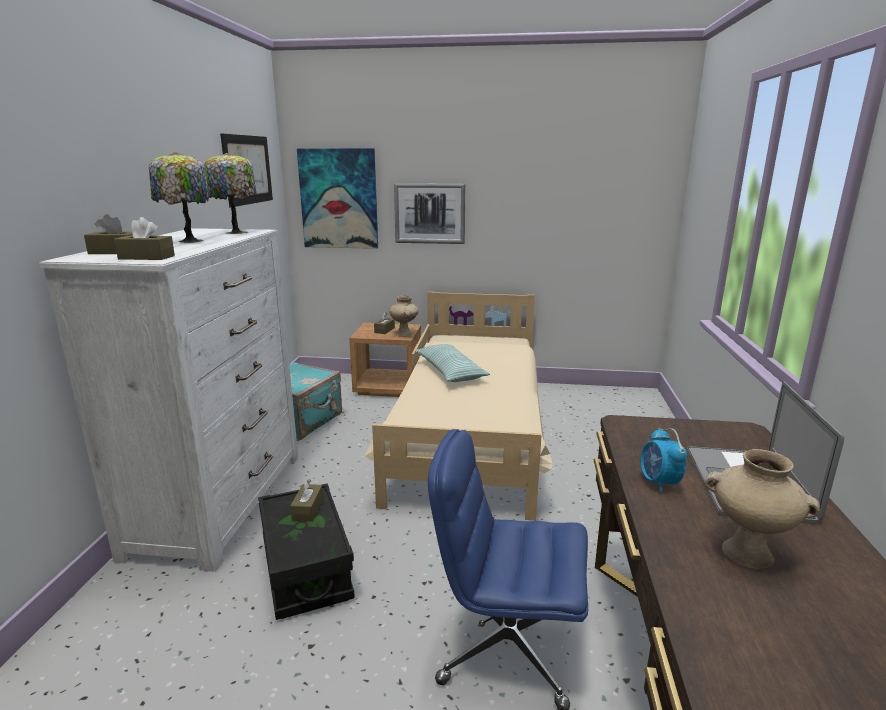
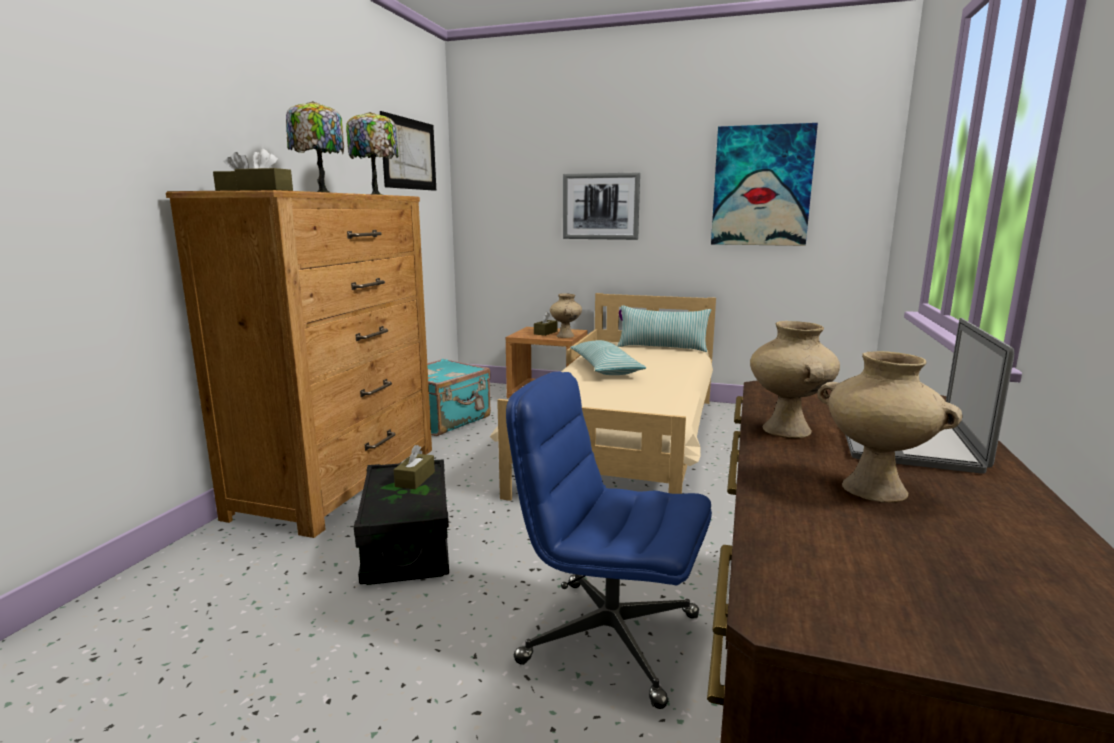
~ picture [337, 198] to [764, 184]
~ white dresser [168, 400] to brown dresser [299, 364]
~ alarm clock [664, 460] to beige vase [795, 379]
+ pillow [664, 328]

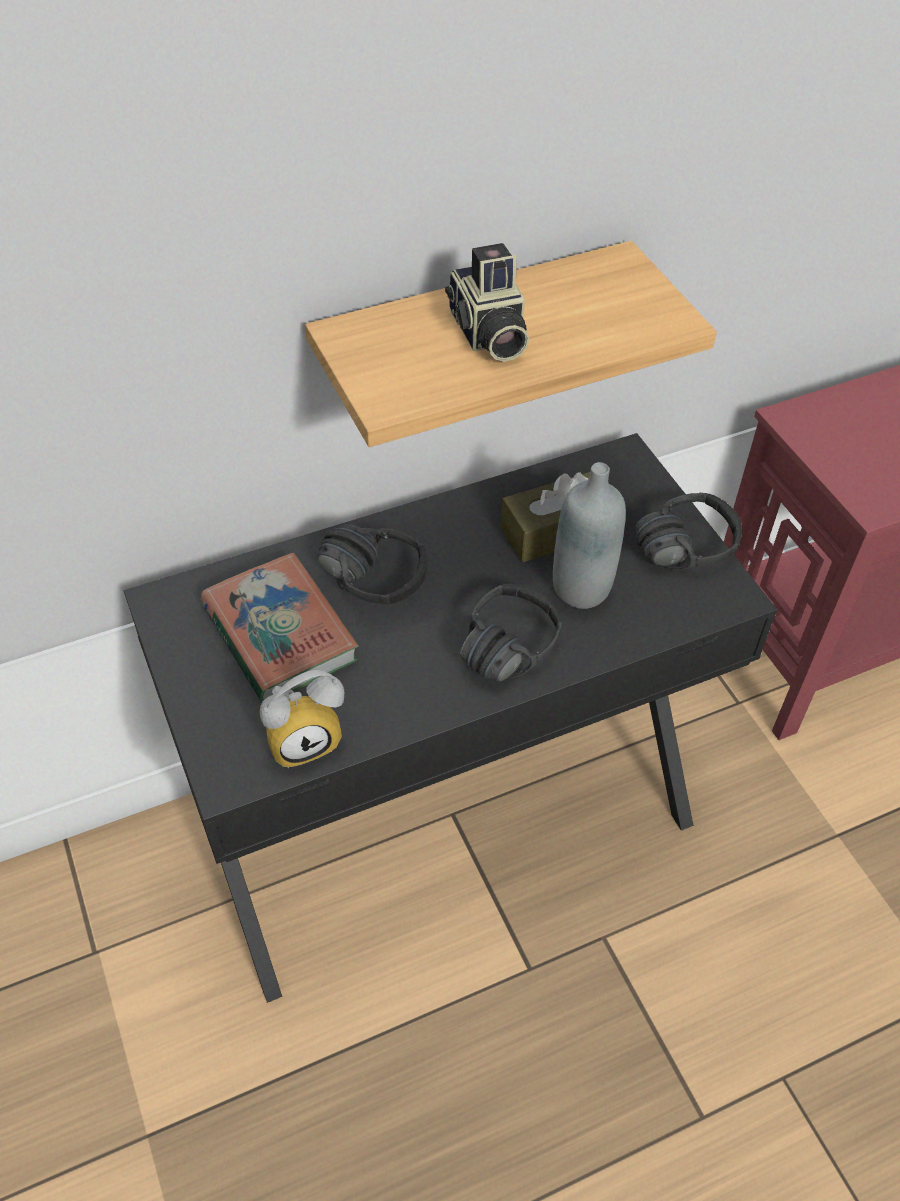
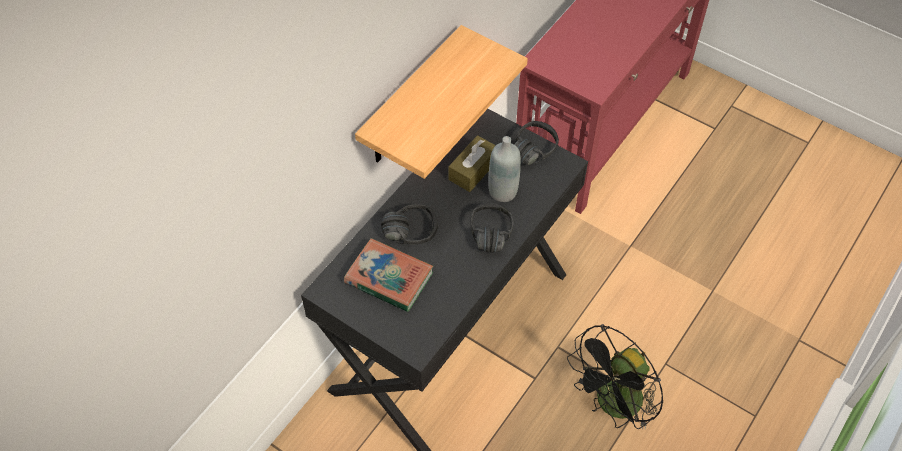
- photo camera [487, 302]
- alarm clock [302, 719]
+ black fan [615, 376]

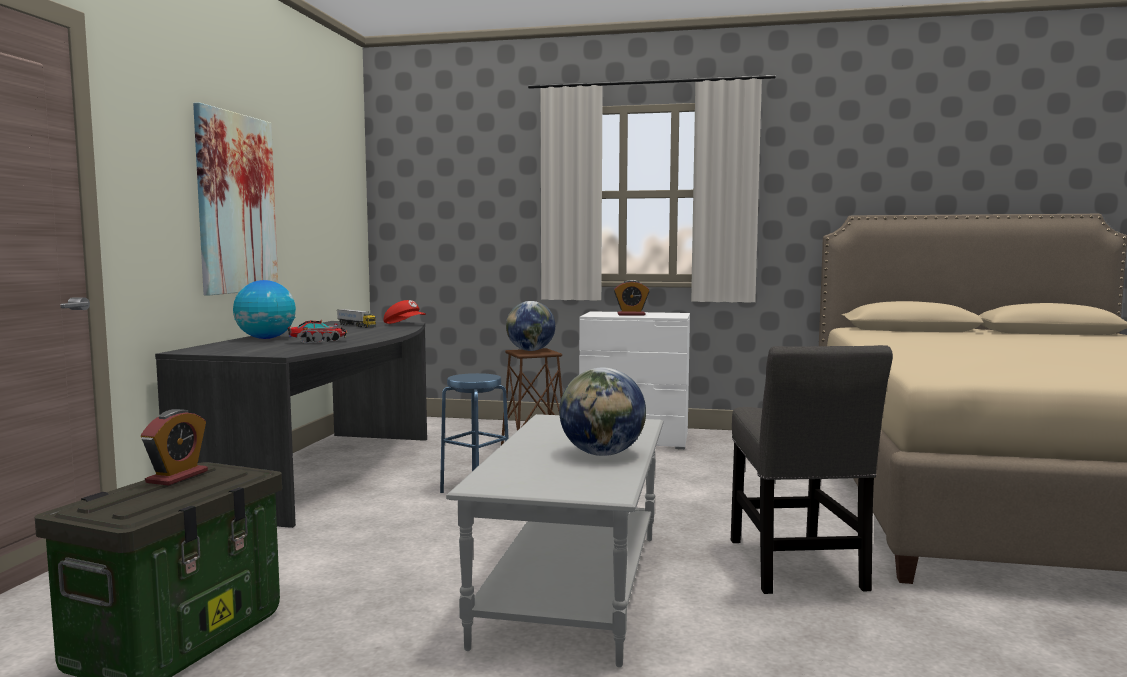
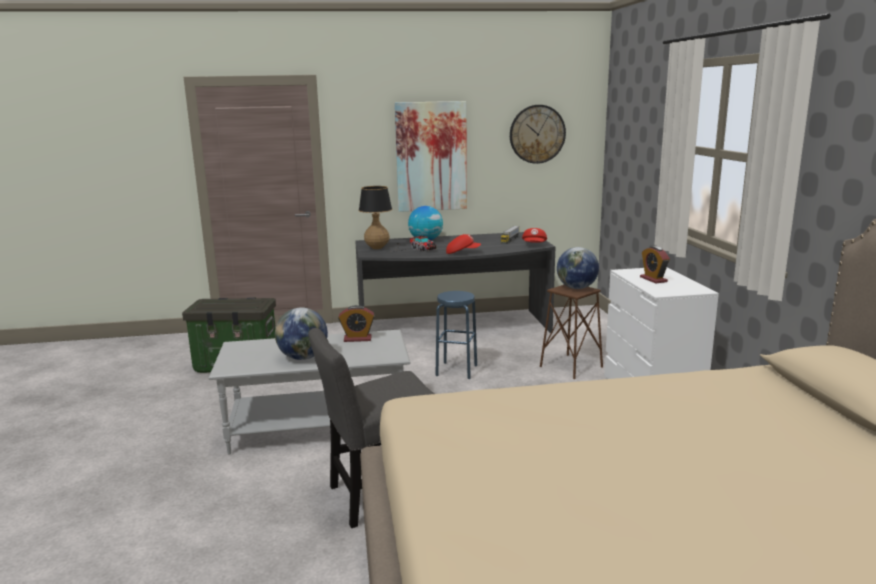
~ alarm clock [174, 447] to [356, 323]
+ wall clock [538, 134]
+ table lamp [381, 218]
+ red cap [463, 244]

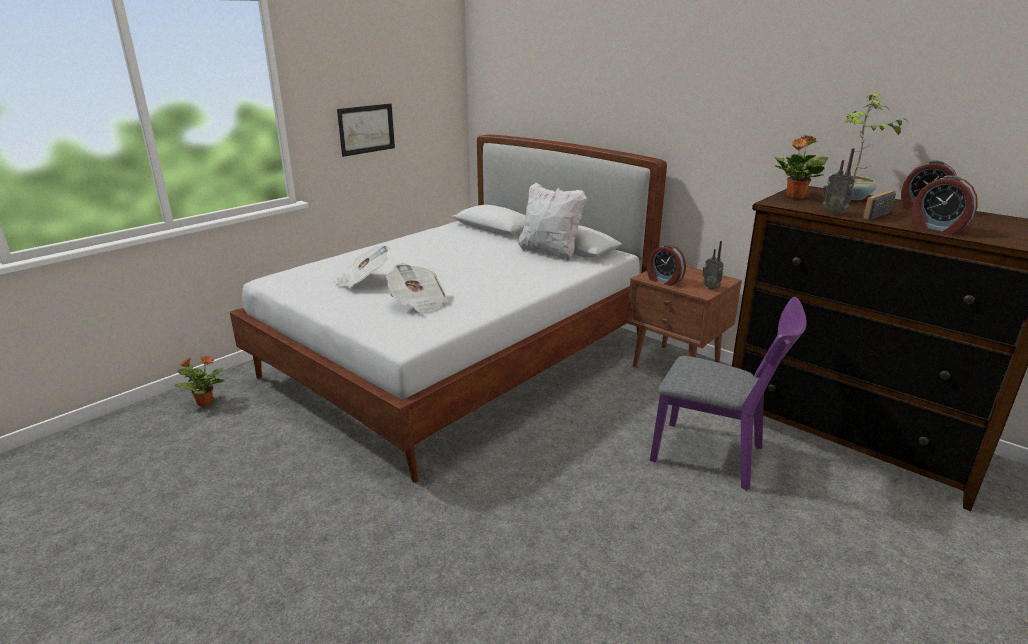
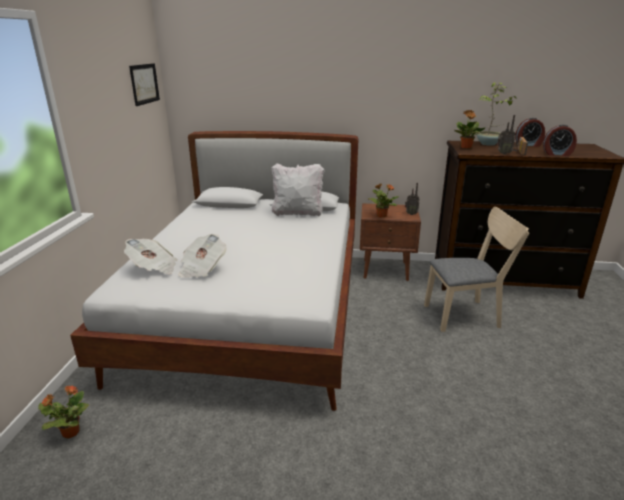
~ picture [366, 130] to [144, 84]
~ alarm clock [666, 265] to potted plant [383, 200]
~ newspaper [417, 289] to [150, 256]
~ purple chair [728, 394] to beige chair [476, 269]

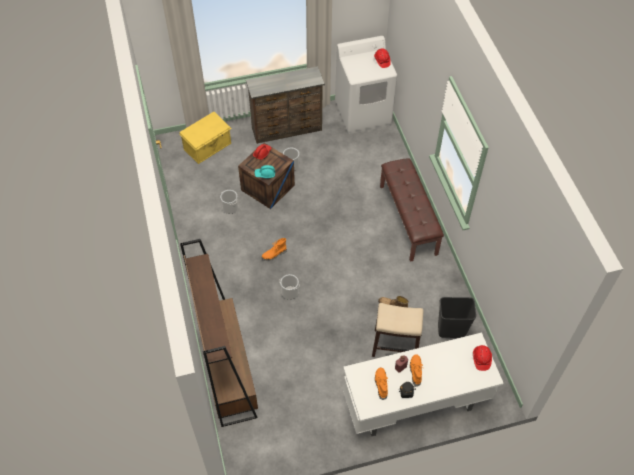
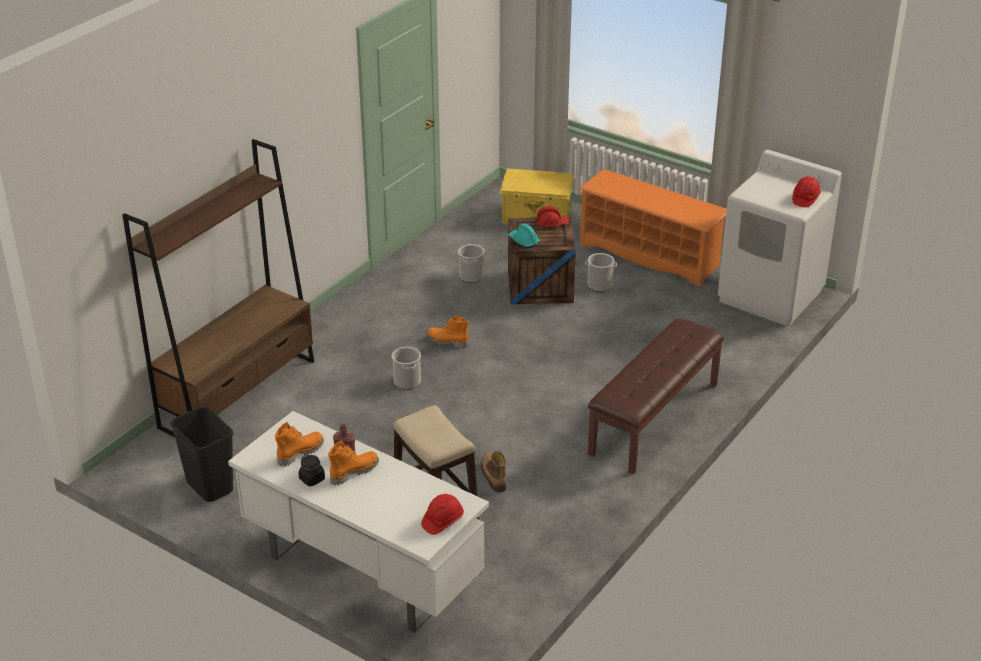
~ brown dresser [285, 105] to orange shoe rack [653, 227]
~ black trash can [457, 317] to [202, 454]

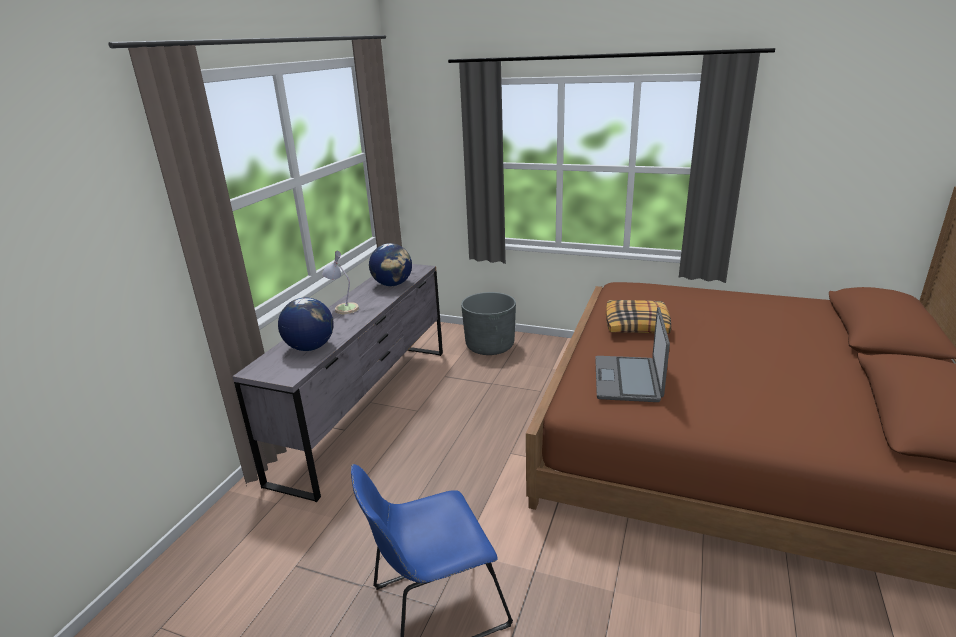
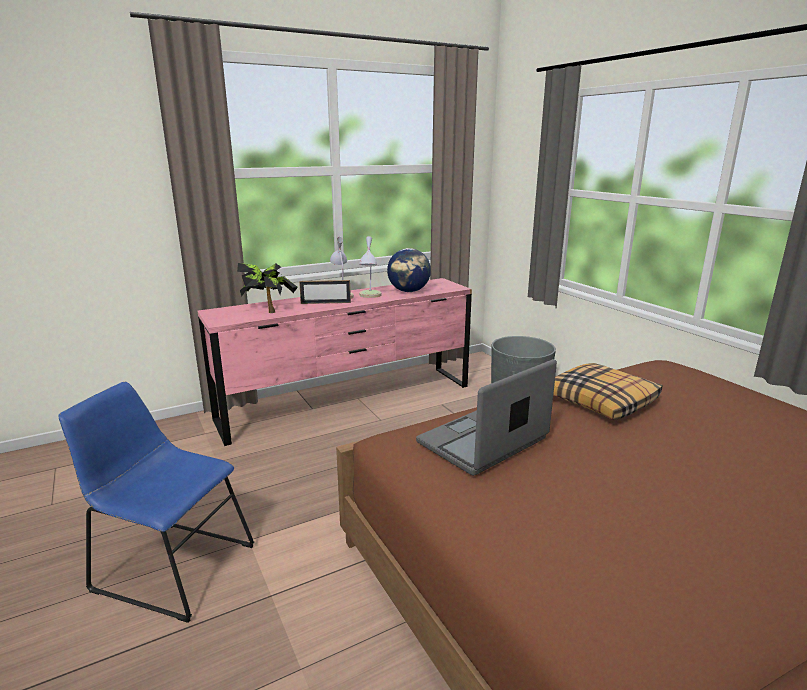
~ grey dresser [338, 383] to pink dresser [335, 362]
~ globe [306, 324] to potted plant [267, 288]
+ table lamp [370, 267]
+ picture frame [325, 292]

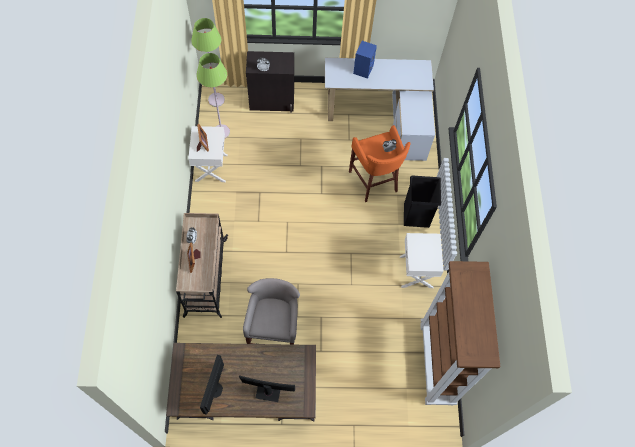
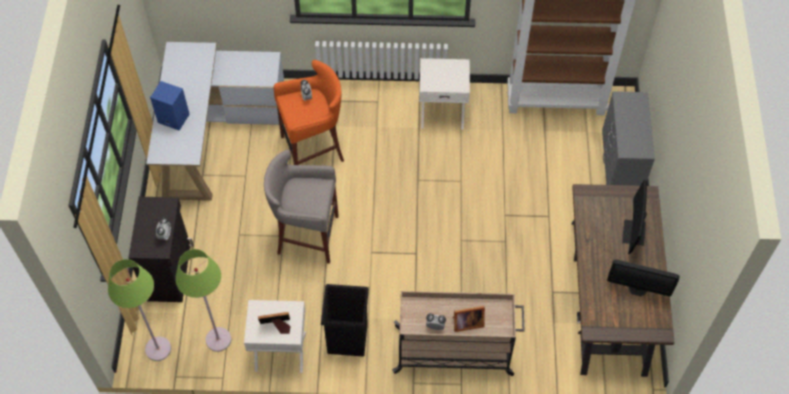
~ black trash can [422, 201] to [345, 320]
~ grey stool [271, 311] to [301, 207]
+ grey dresser [628, 138]

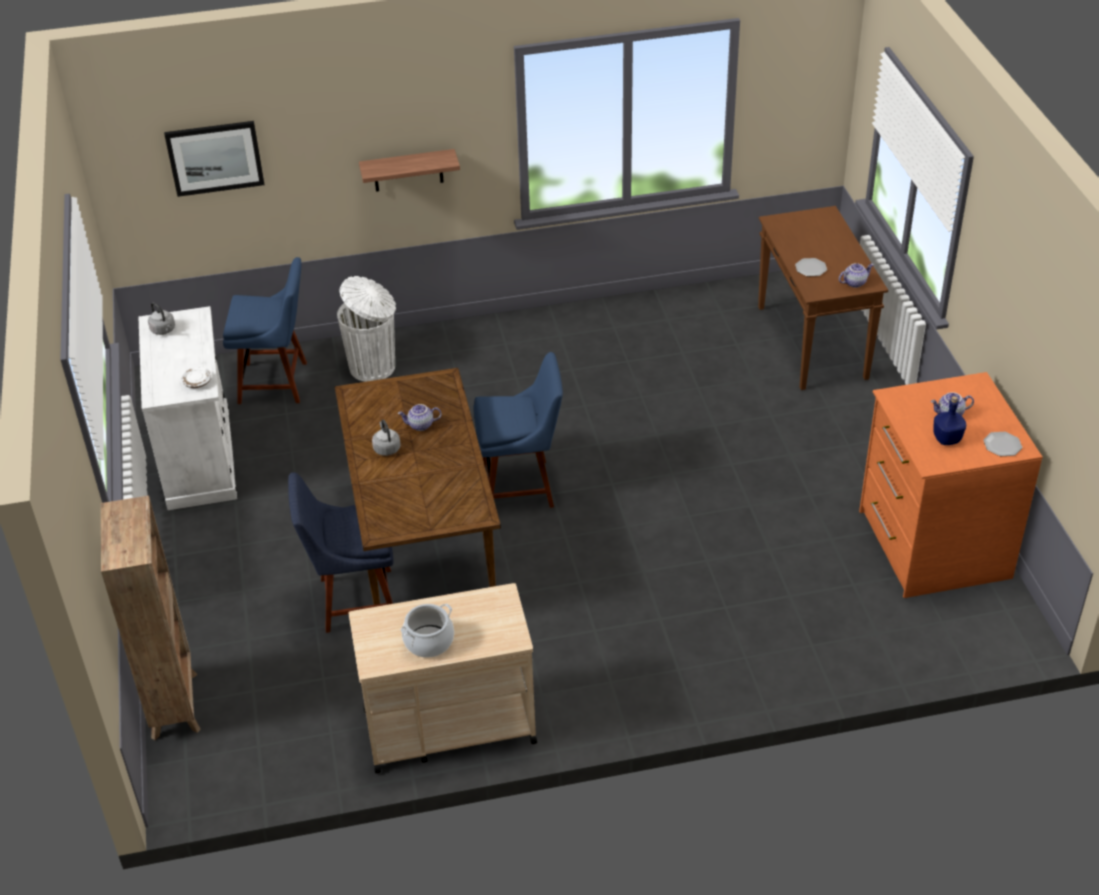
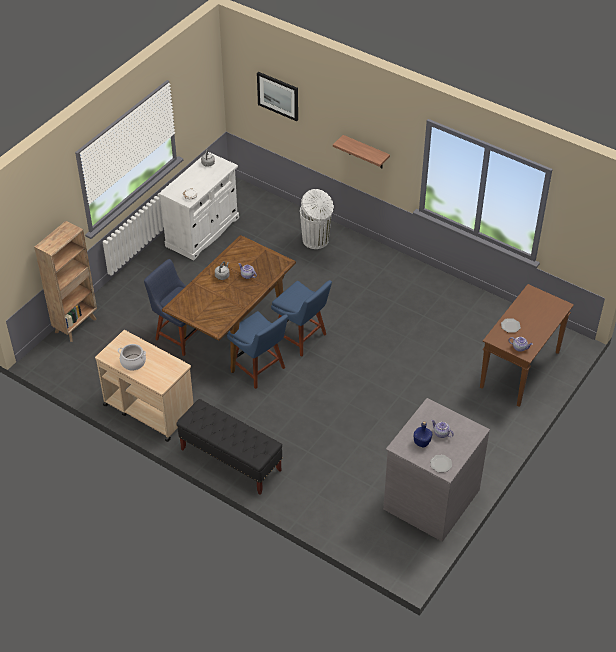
~ blue chair [265, 330] to [257, 350]
~ orange dresser [951, 485] to grey dresser [436, 470]
+ black bench [230, 447]

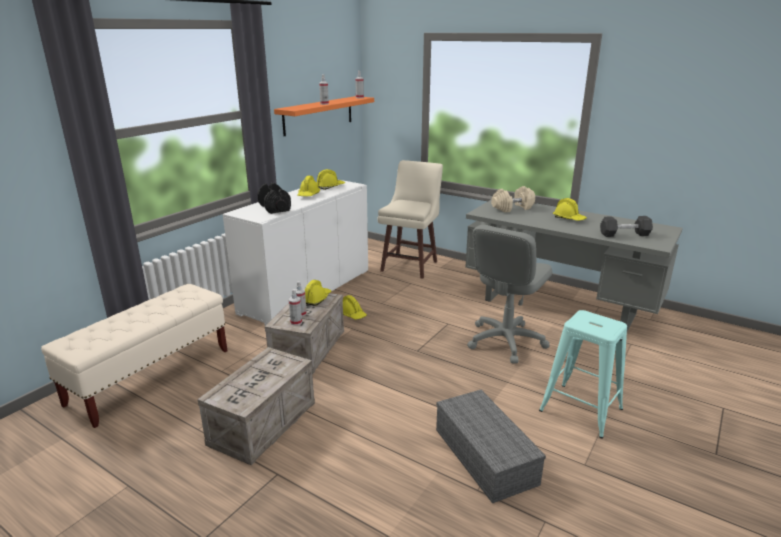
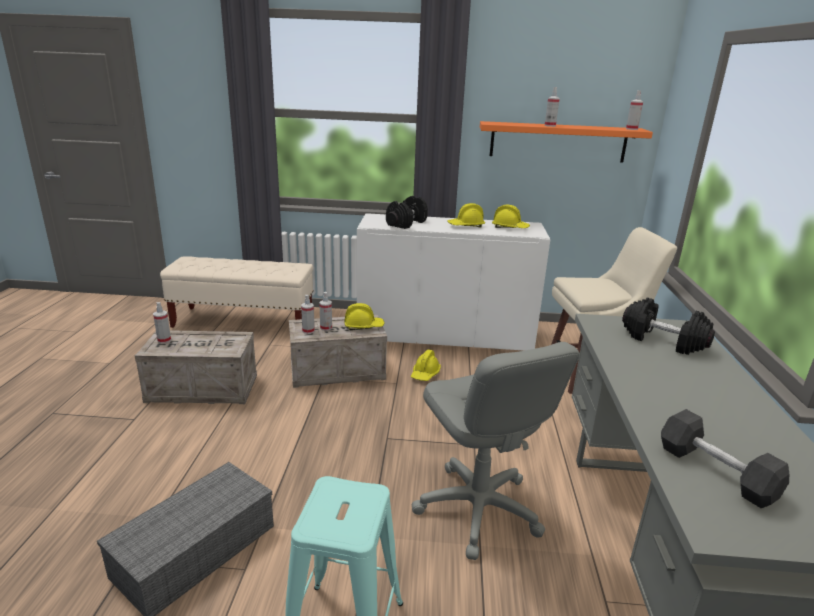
~ beige dumbbell [513, 199] to black dumbbell [668, 326]
- yellow hard hat [570, 209]
~ grey office chair [509, 294] = [496, 451] 120 degrees counterclockwise
+ spray bottle [162, 322]

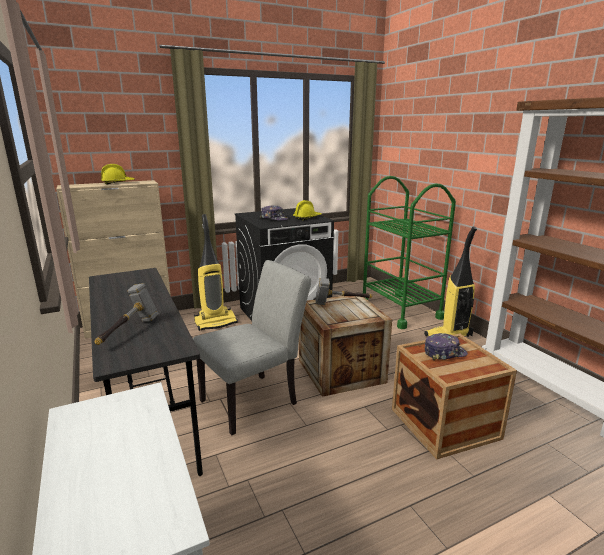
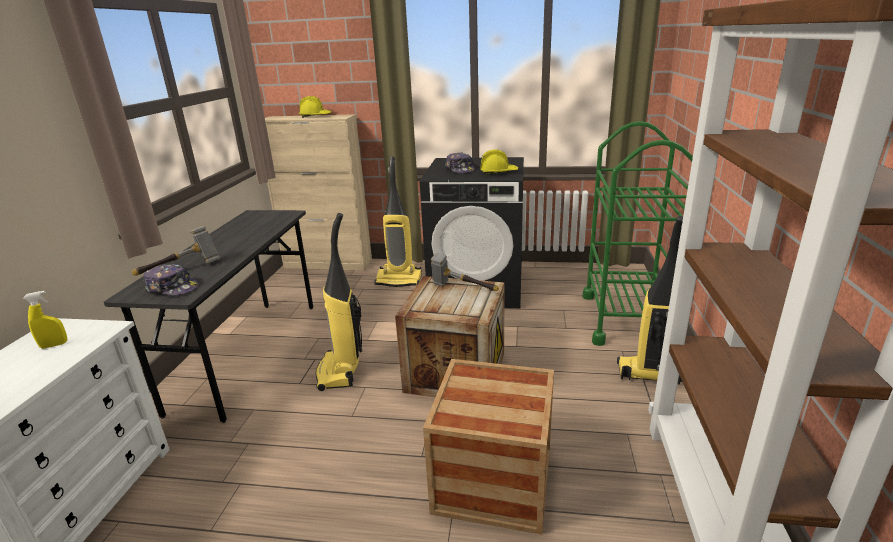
~ grey chair [252, 347] to vacuum cleaner [339, 302]
~ cap [446, 346] to [171, 279]
+ yellow spray bottle [45, 320]

